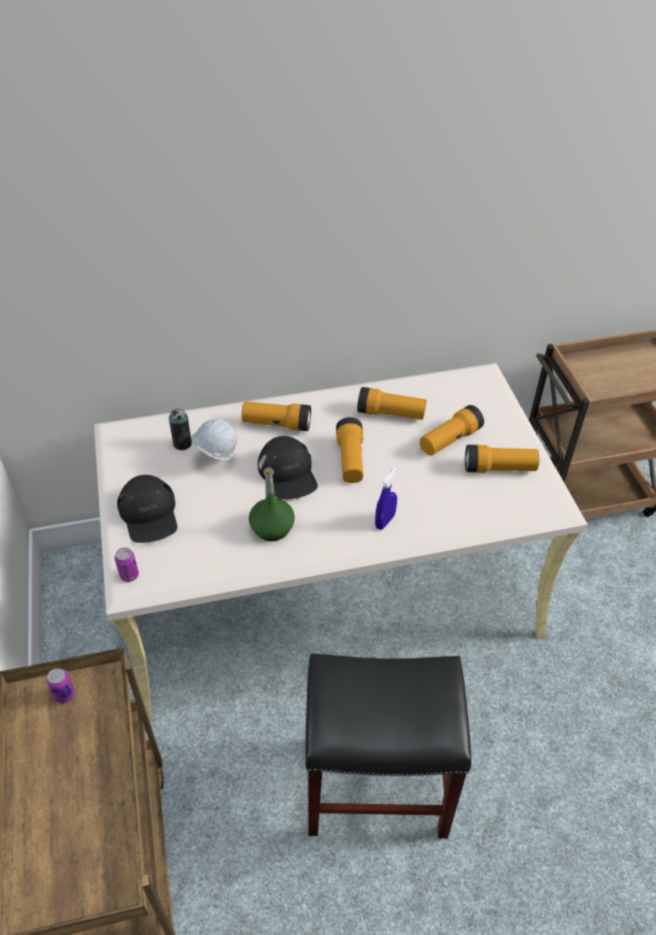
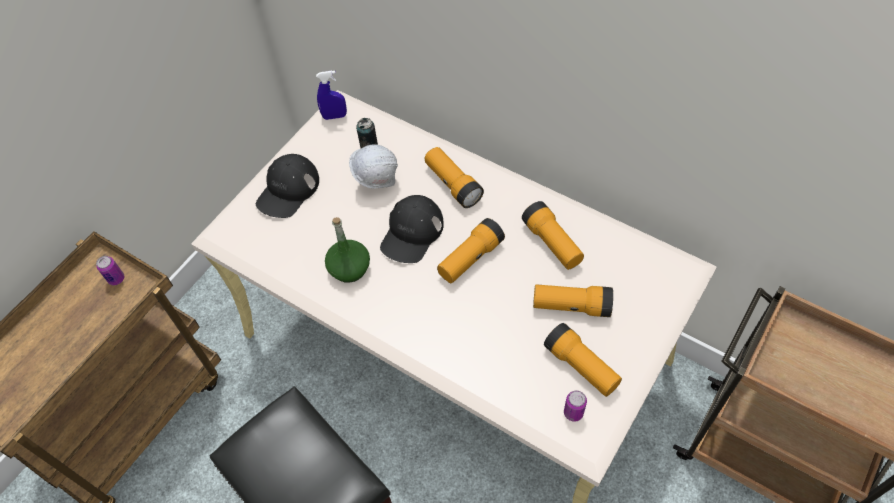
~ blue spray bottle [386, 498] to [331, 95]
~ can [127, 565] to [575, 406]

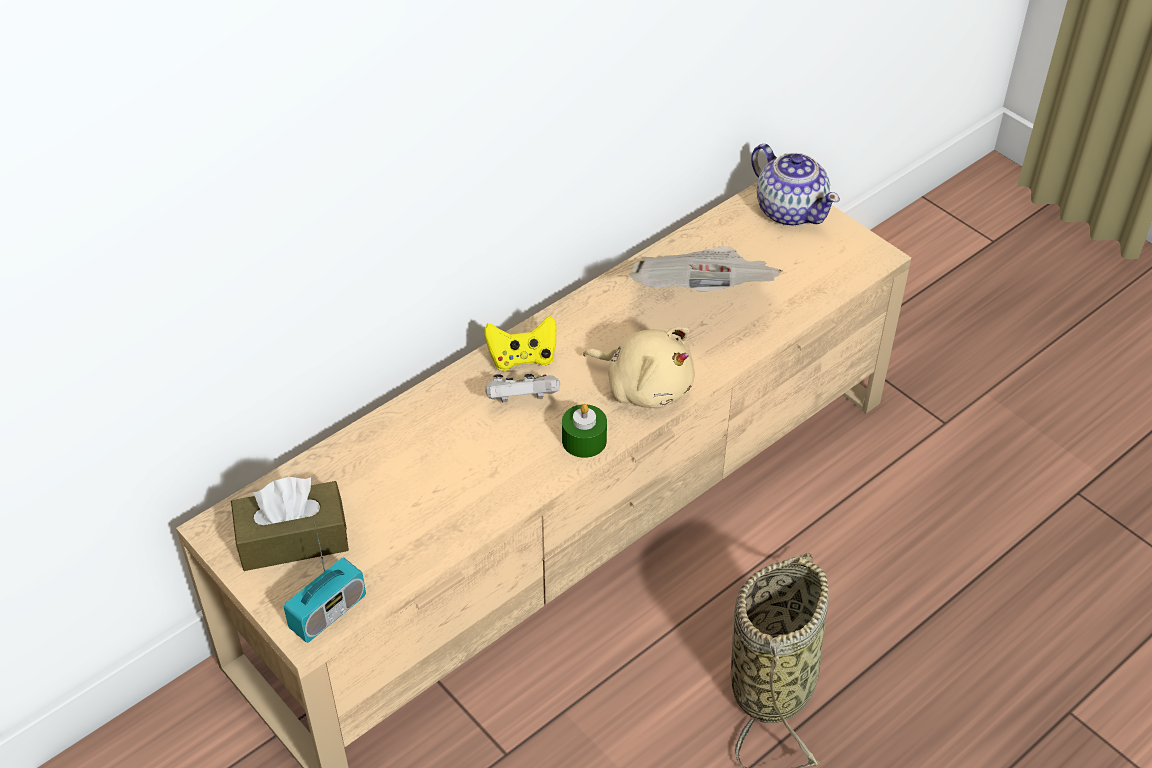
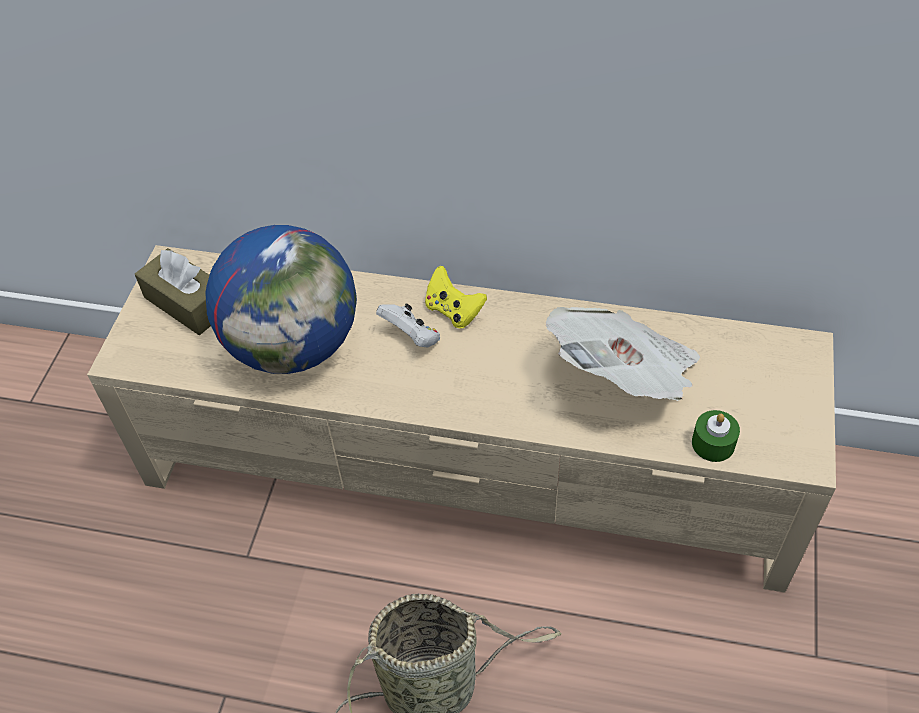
- teapot [795, 185]
- beige plush toy [639, 367]
~ green candle [584, 431] to [716, 436]
- radio [325, 583]
+ globe [281, 299]

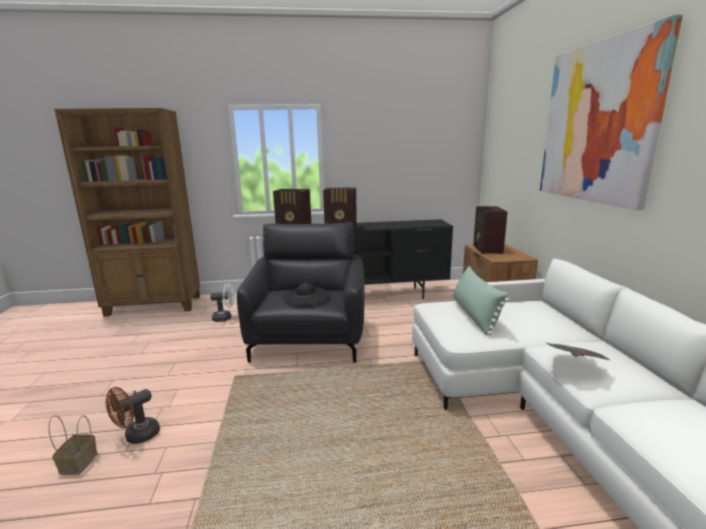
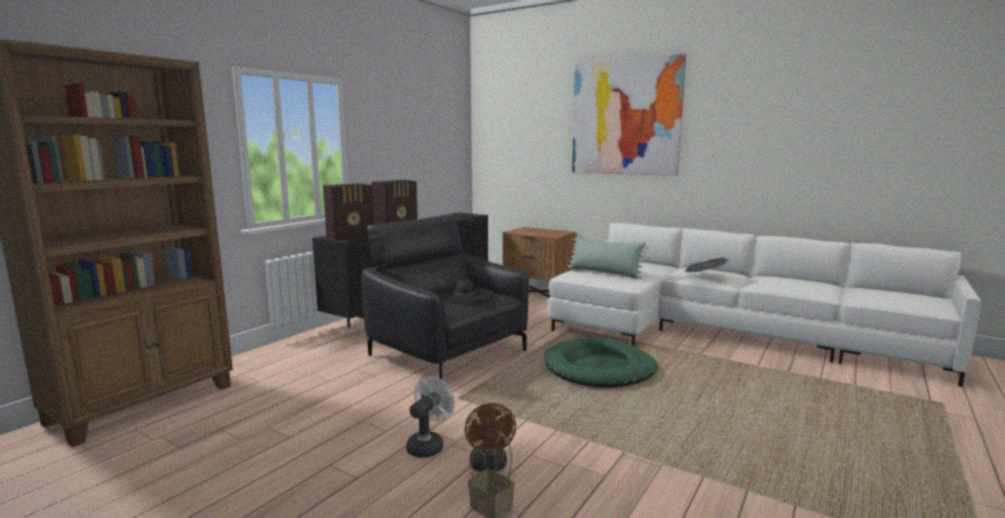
- radio [490, 230]
~ white fan [222, 302] to [430, 417]
+ green dog bed [601, 363]

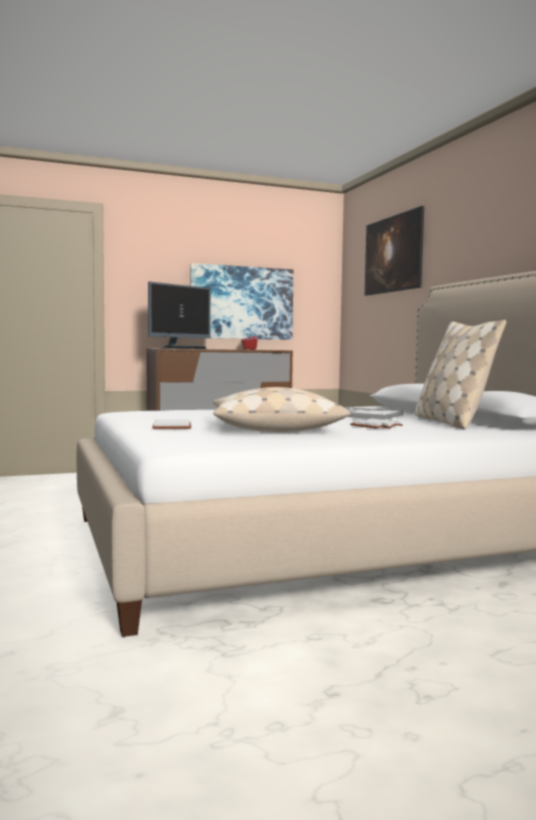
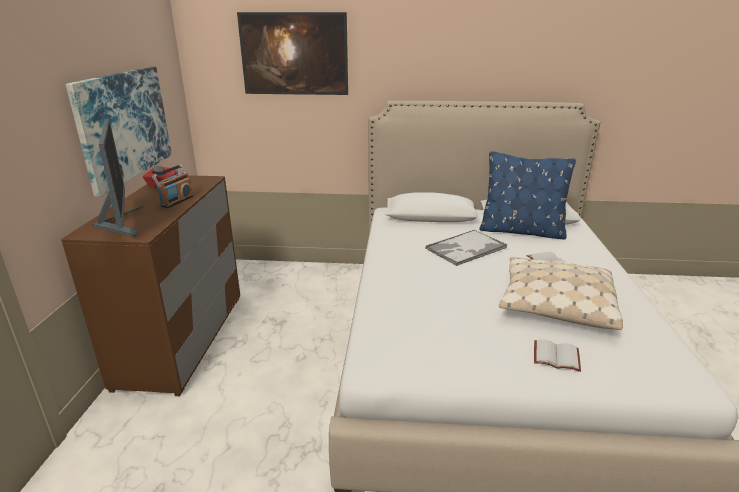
~ beige pillow [460, 374] to blue pillow [527, 195]
+ radio [172, 186]

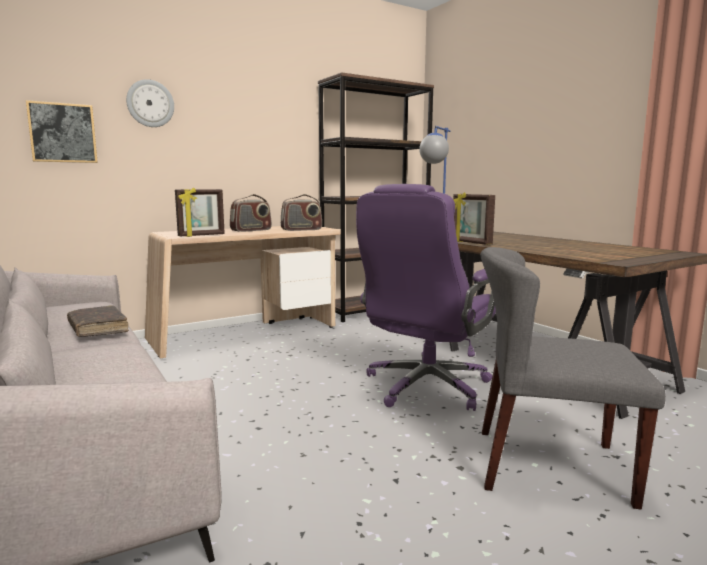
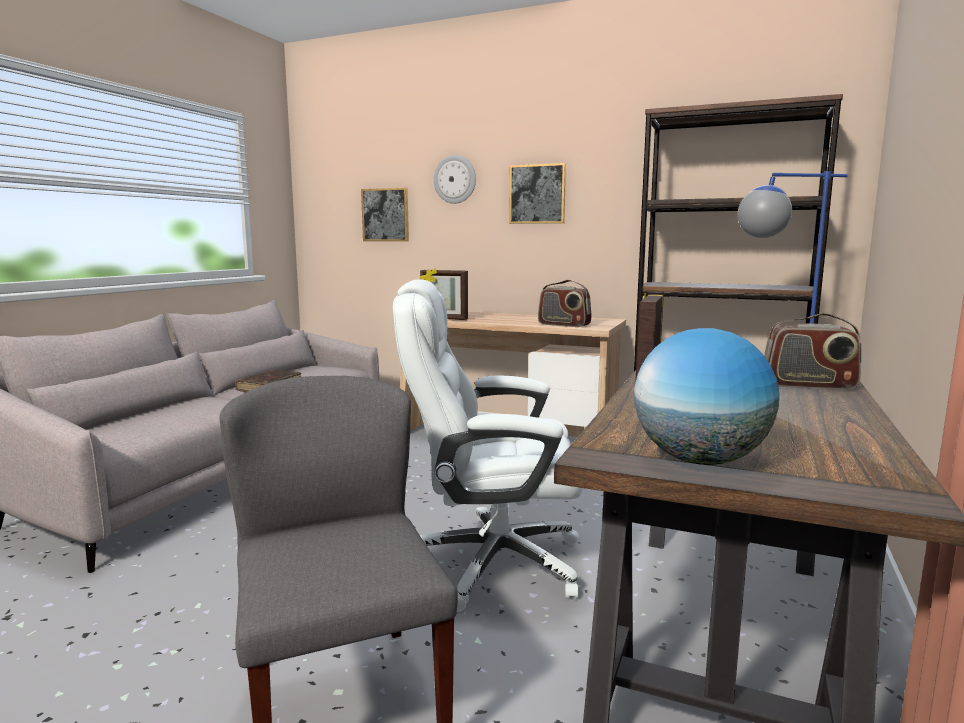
~ purple office chair [426, 297] to white office chair [488, 445]
~ radio [251, 213] to [812, 351]
+ picture [537, 193]
+ globe [706, 396]

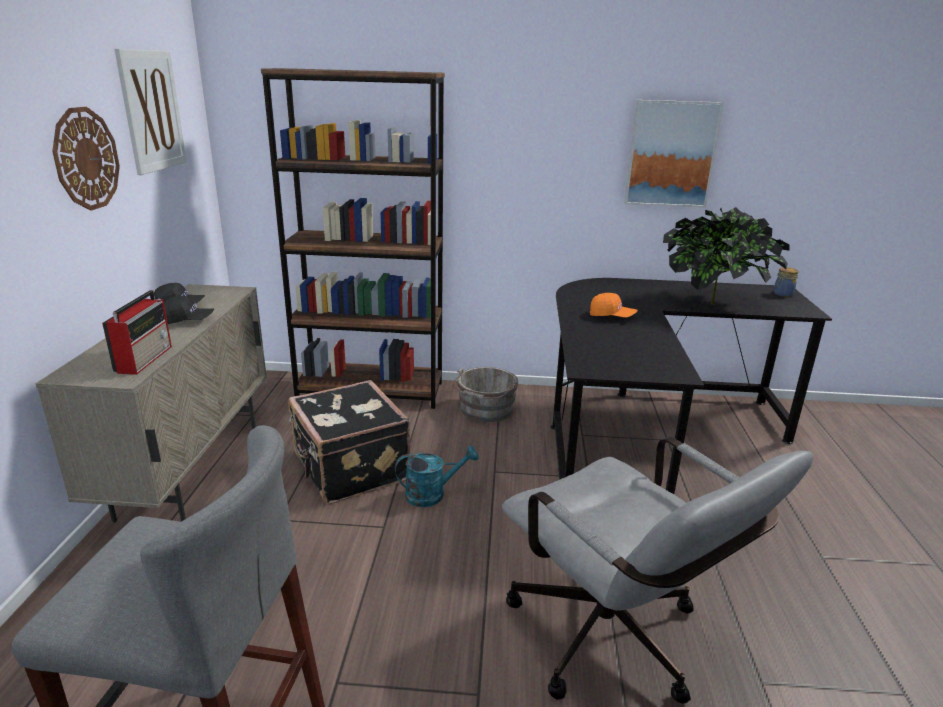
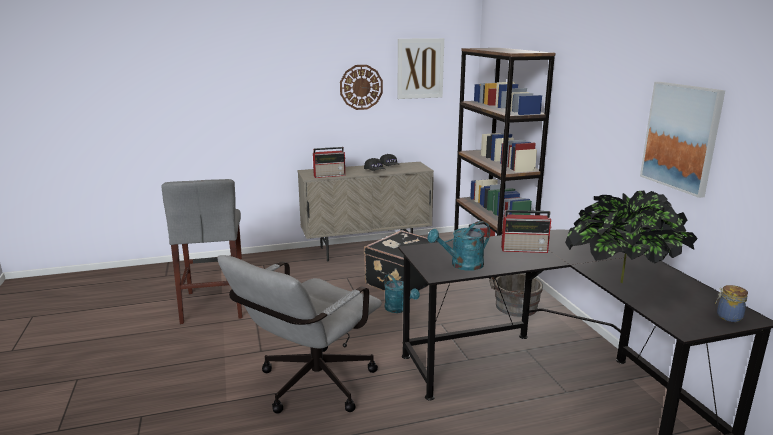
~ orange cap [614, 305] to radio [526, 231]
+ turquoise watering can [458, 246]

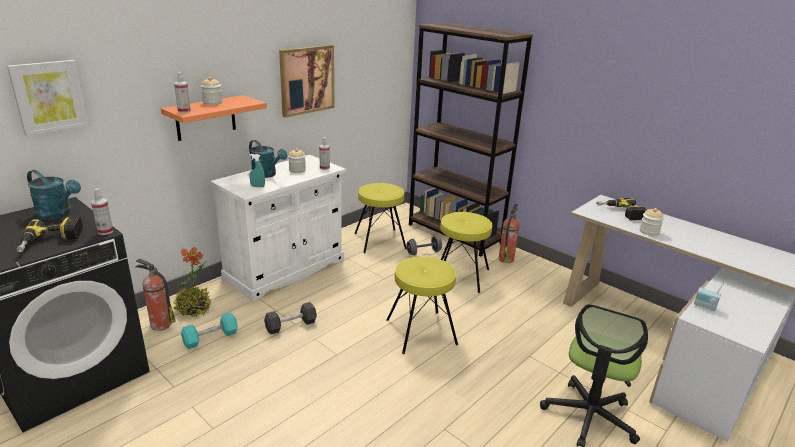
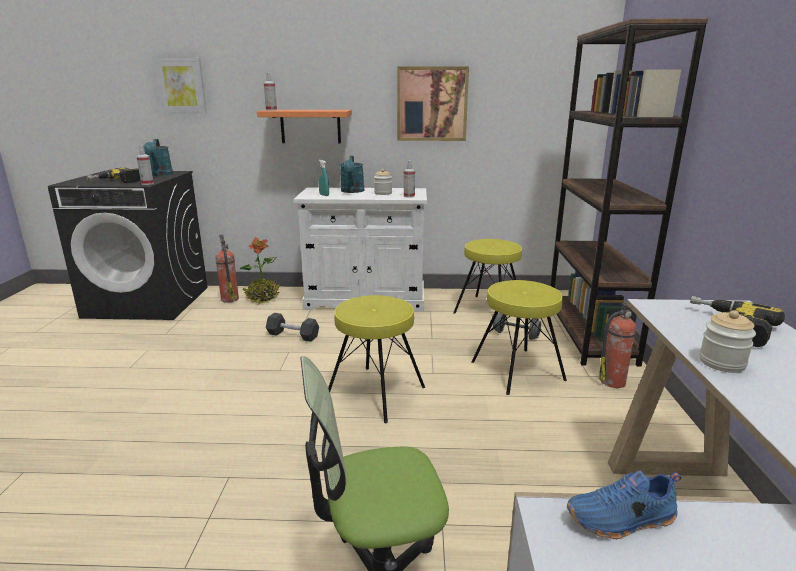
- jar [211, 91]
~ radio [710, 294] to blue shoe [624, 505]
- turquoise dumbbell [209, 331]

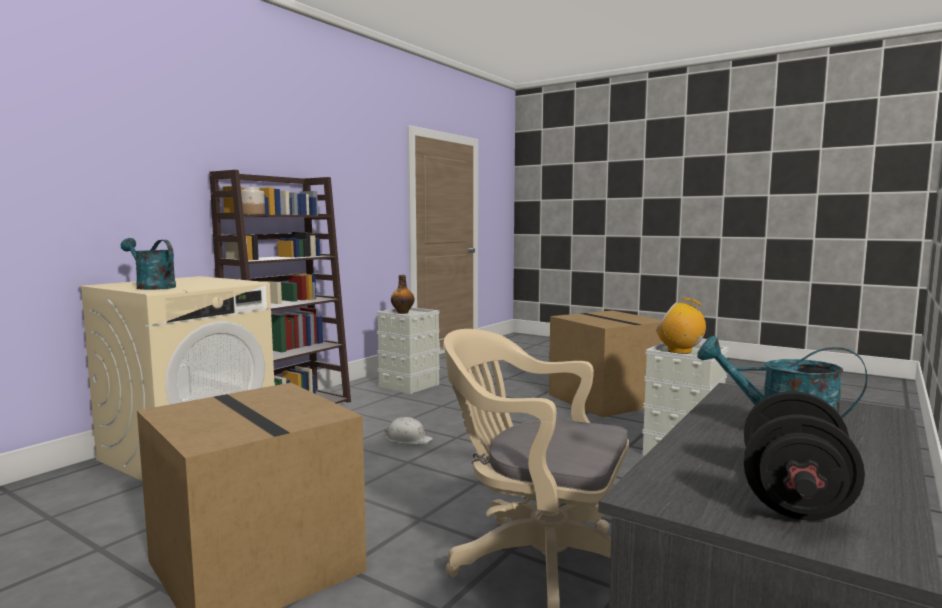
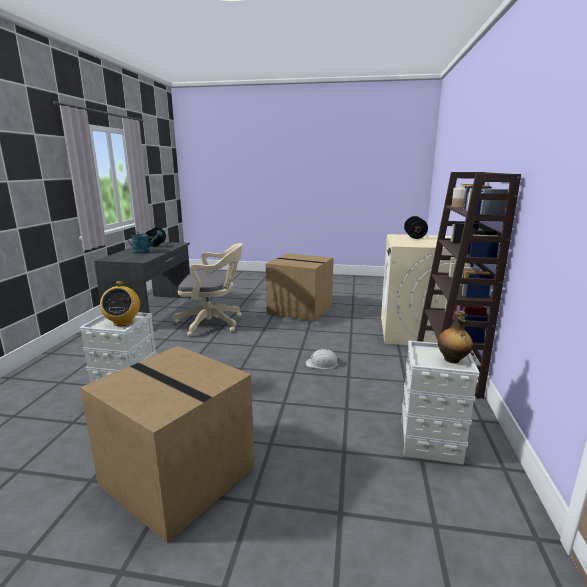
~ turquoise watering can [148, 264] to black dumbbell [416, 227]
~ radio [683, 326] = [120, 303] 75 degrees clockwise

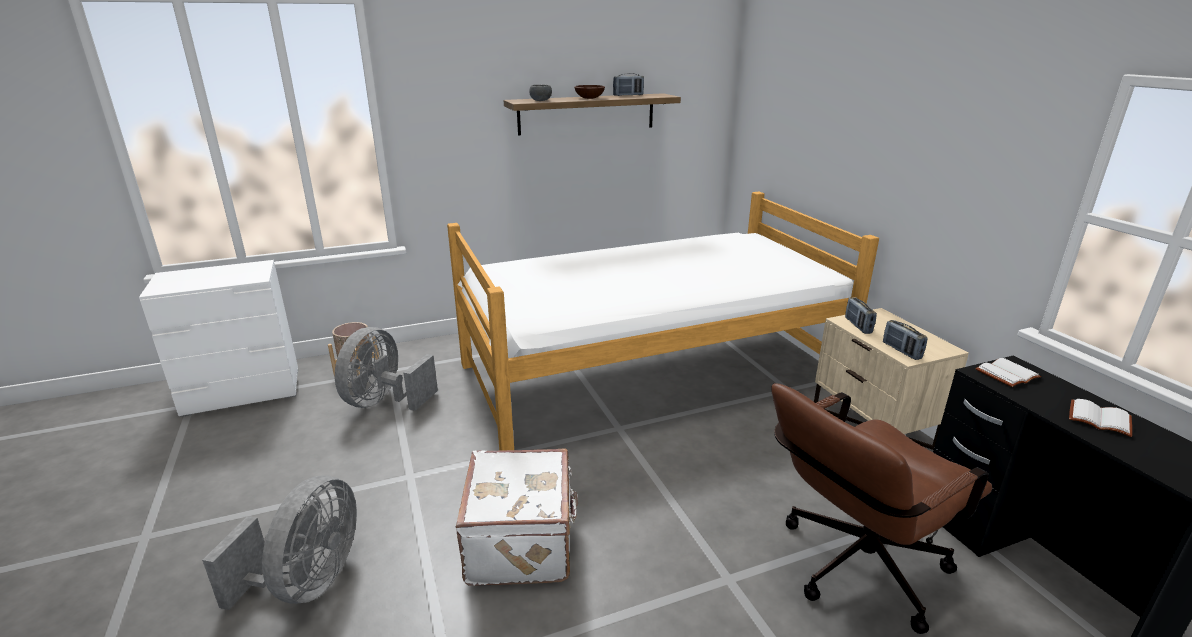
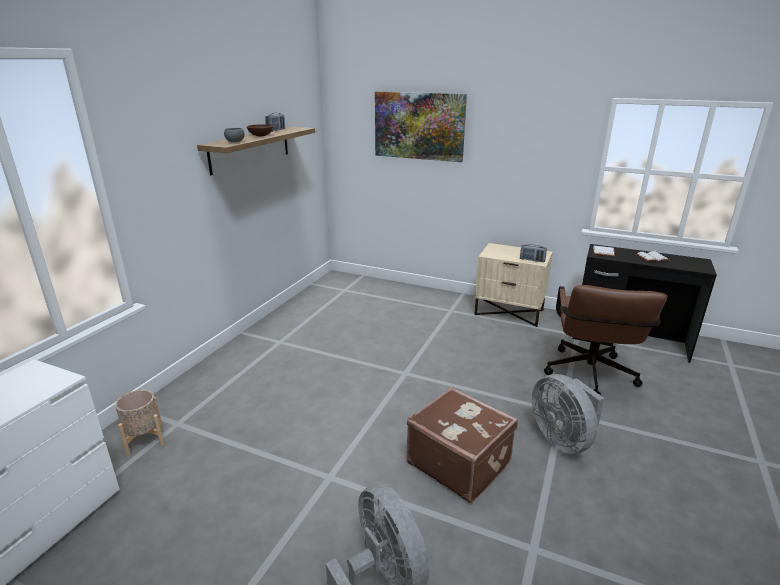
- bed [663, 321]
- radio [861, 315]
~ grey fan [386, 369] to [568, 414]
~ white suitcase [517, 517] to brown suitcase [462, 445]
+ picture [421, 127]

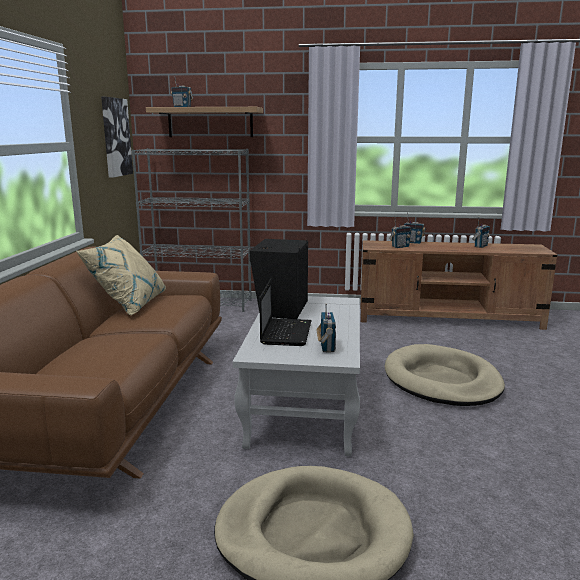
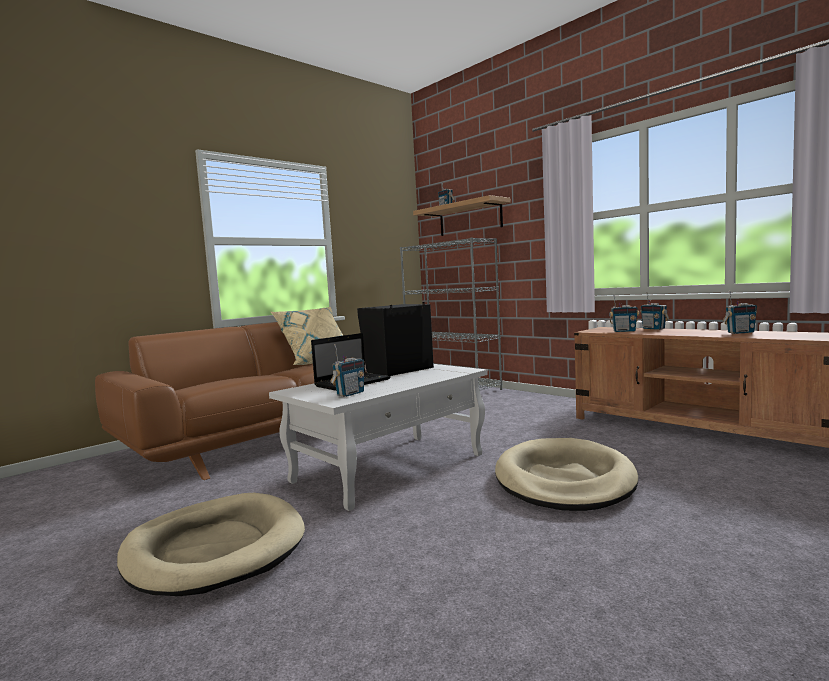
- picture [117, 137]

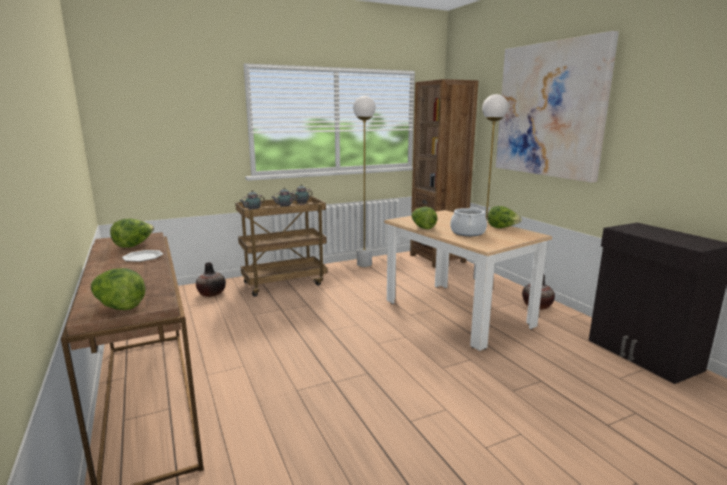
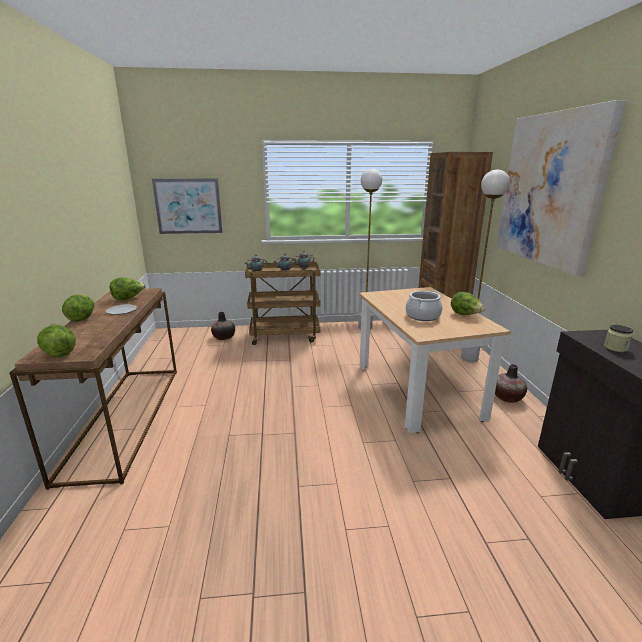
~ lettuce [424, 218] to [78, 308]
+ picture [187, 206]
+ jar [618, 338]

